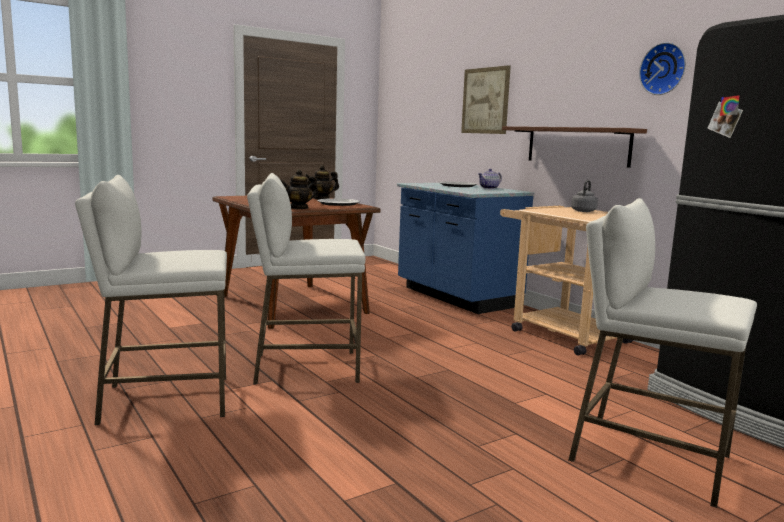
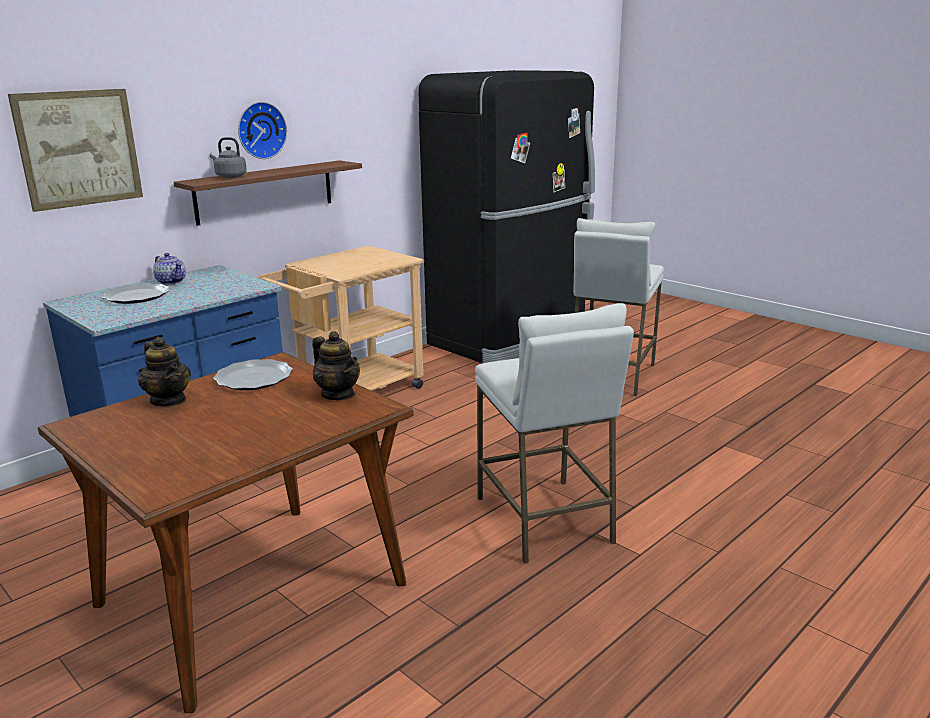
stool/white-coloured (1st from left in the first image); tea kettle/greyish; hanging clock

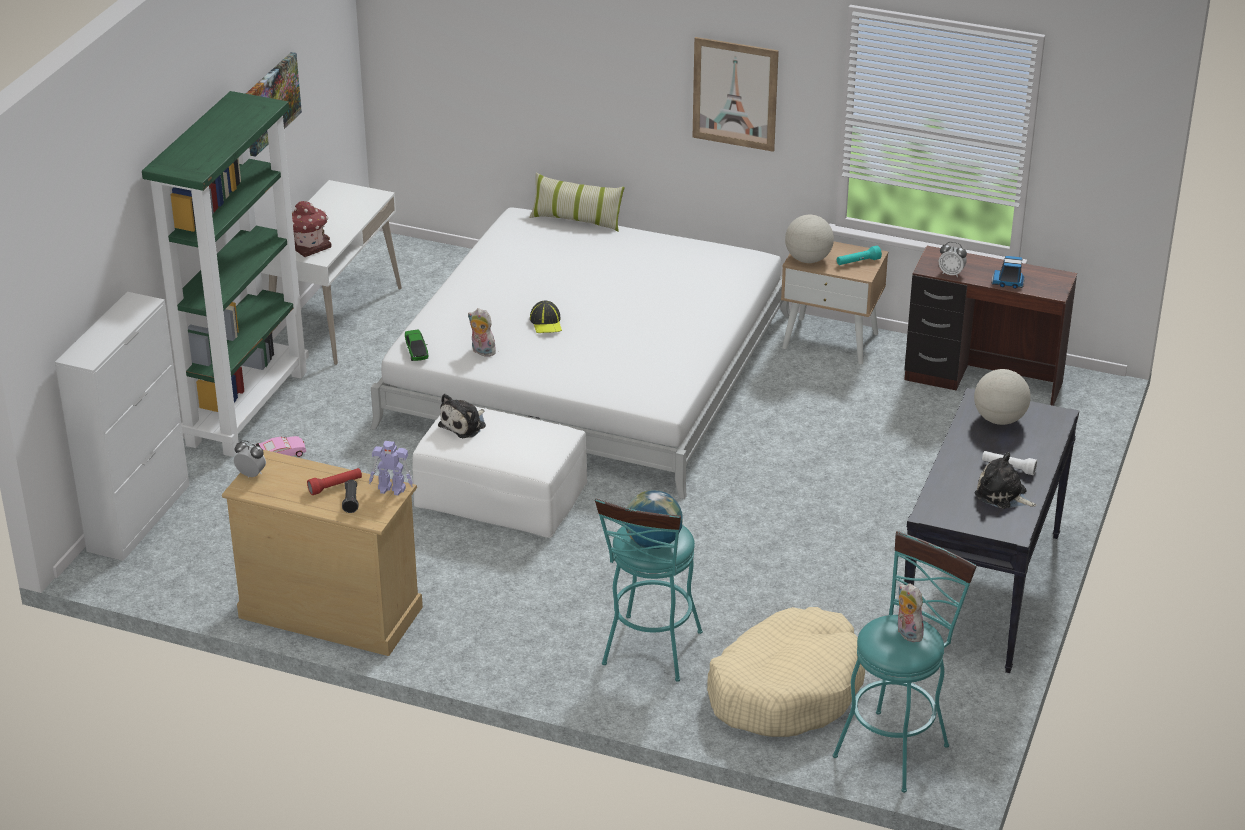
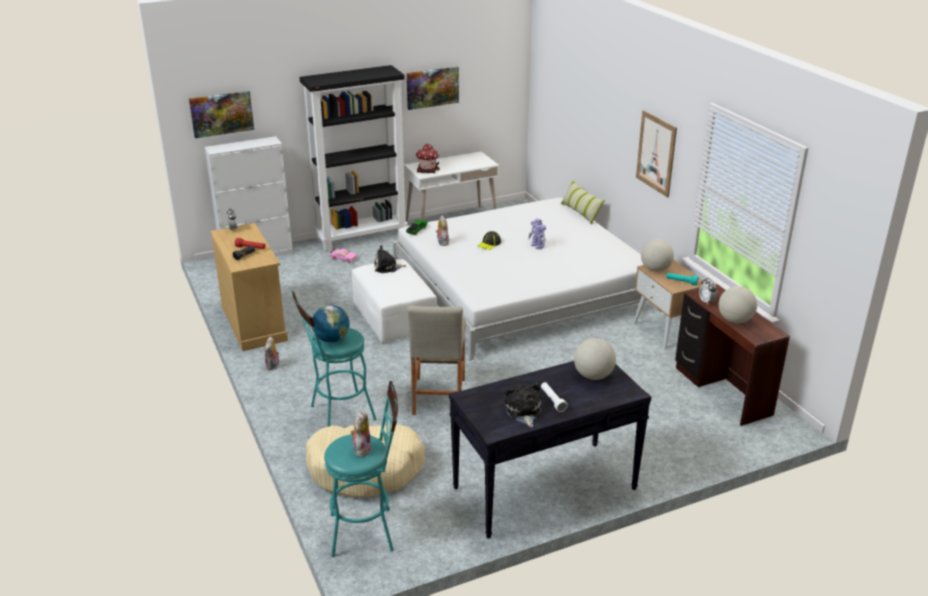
wall art (1st from left); soft toy (1st from left); stool/beige; toy robot; desk globe (4th from left); shelving unit/blackish

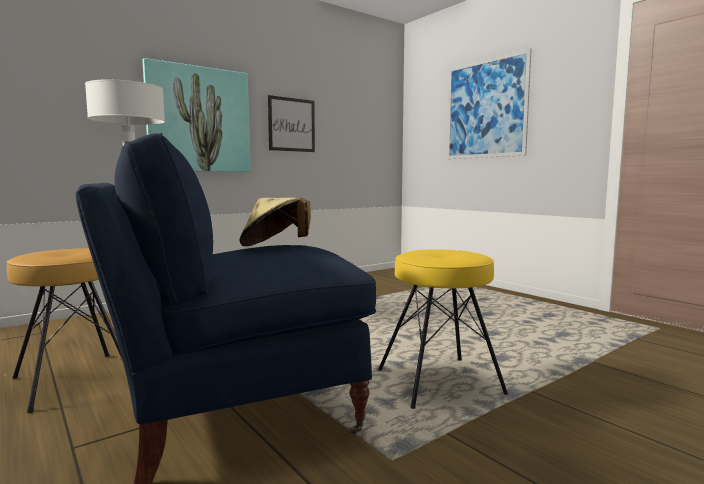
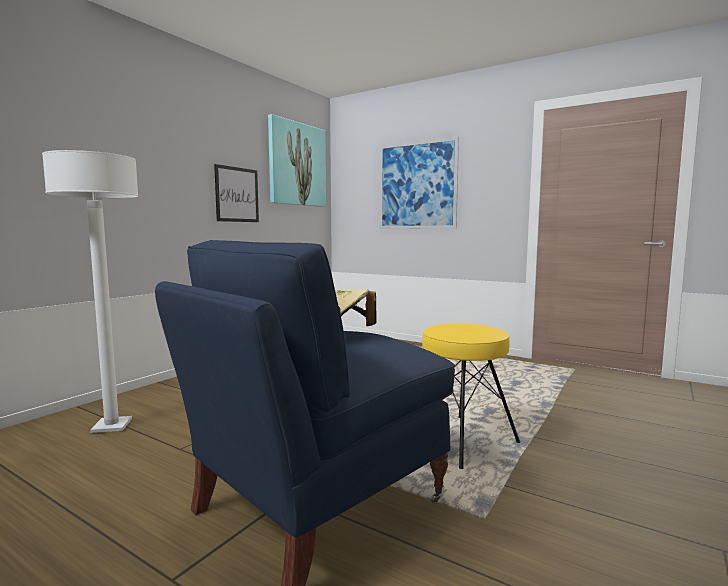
stool/brownish; wall art (2nd from left)

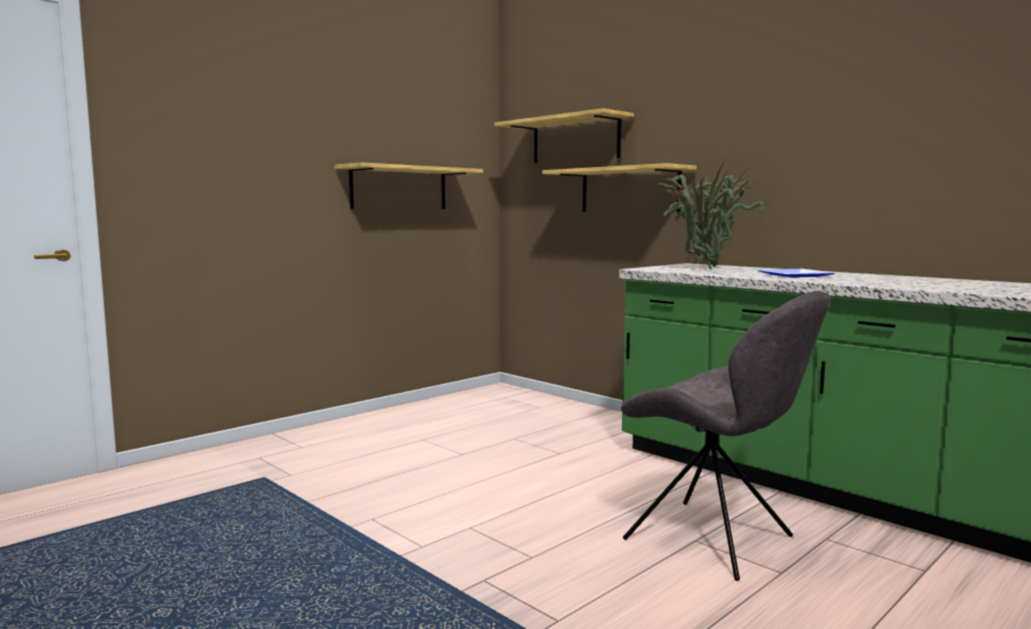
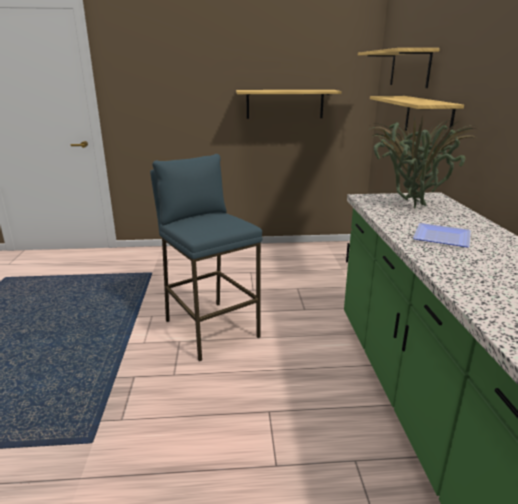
upright chair/greyish; stool/bluish

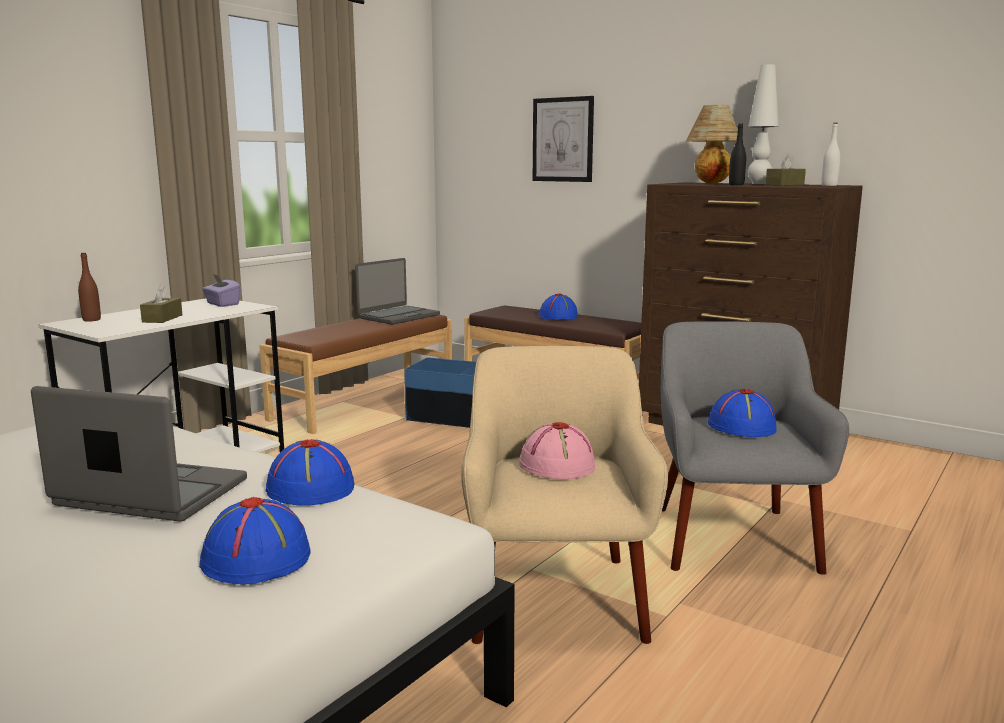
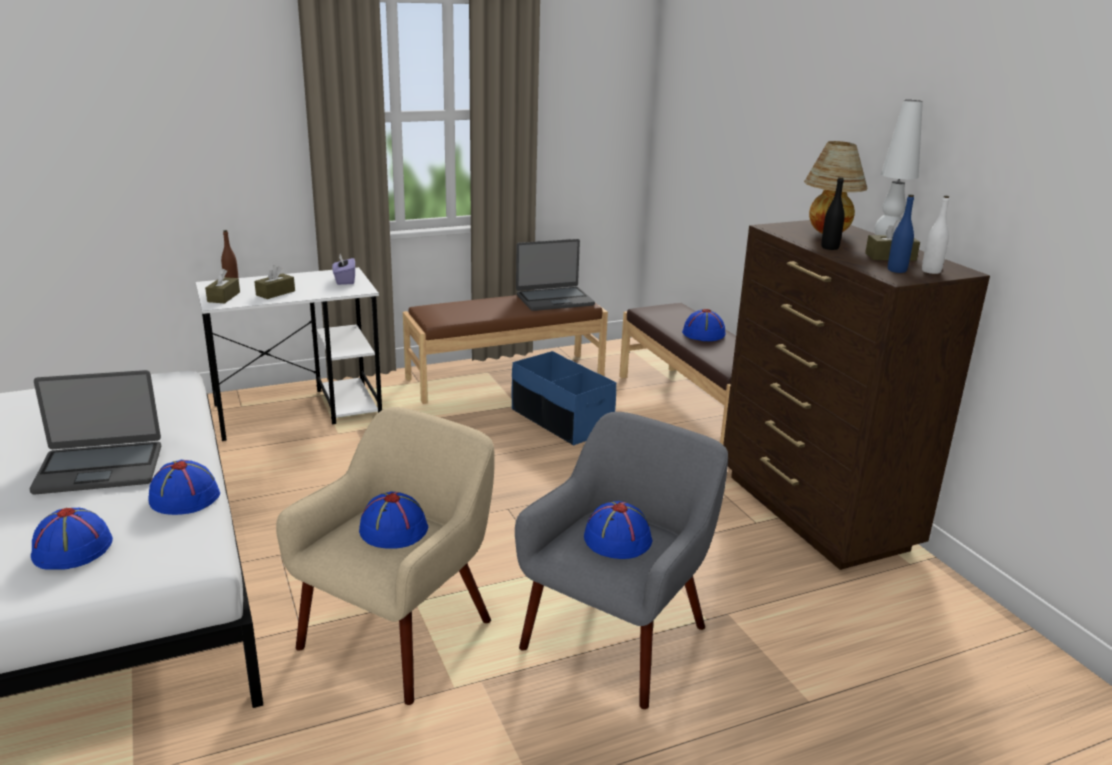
wall art; tissue box/brownish (1st from left); beverage bottle/bluish; clothing hat/bluish (3rd from left); portable computer (1st from left)

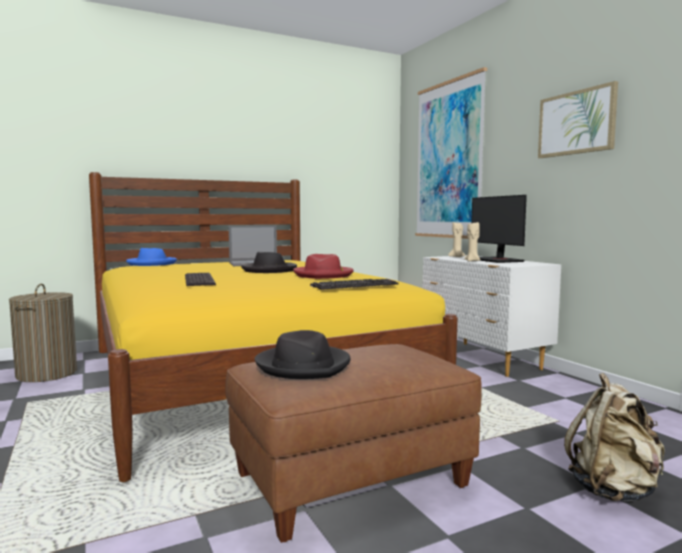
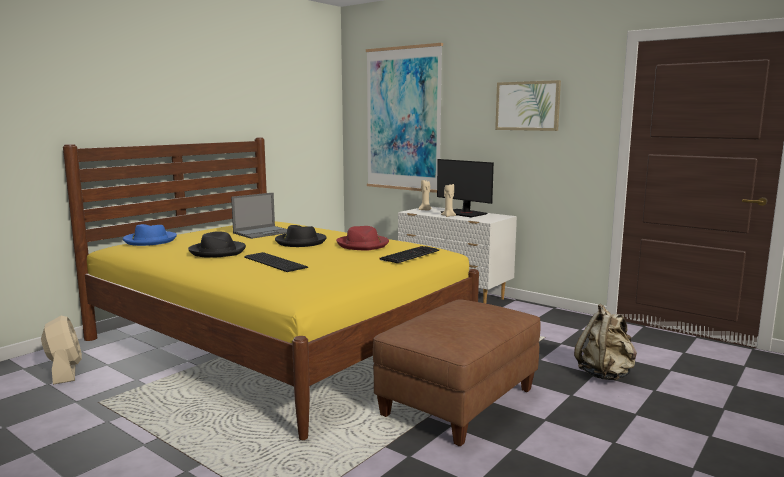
clothing hat/blackish (1st from left); electric fan/beige

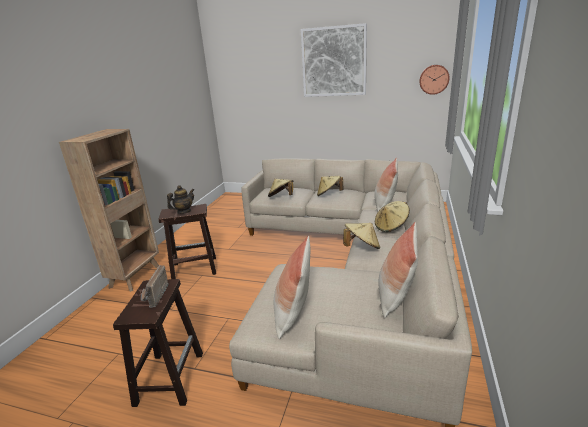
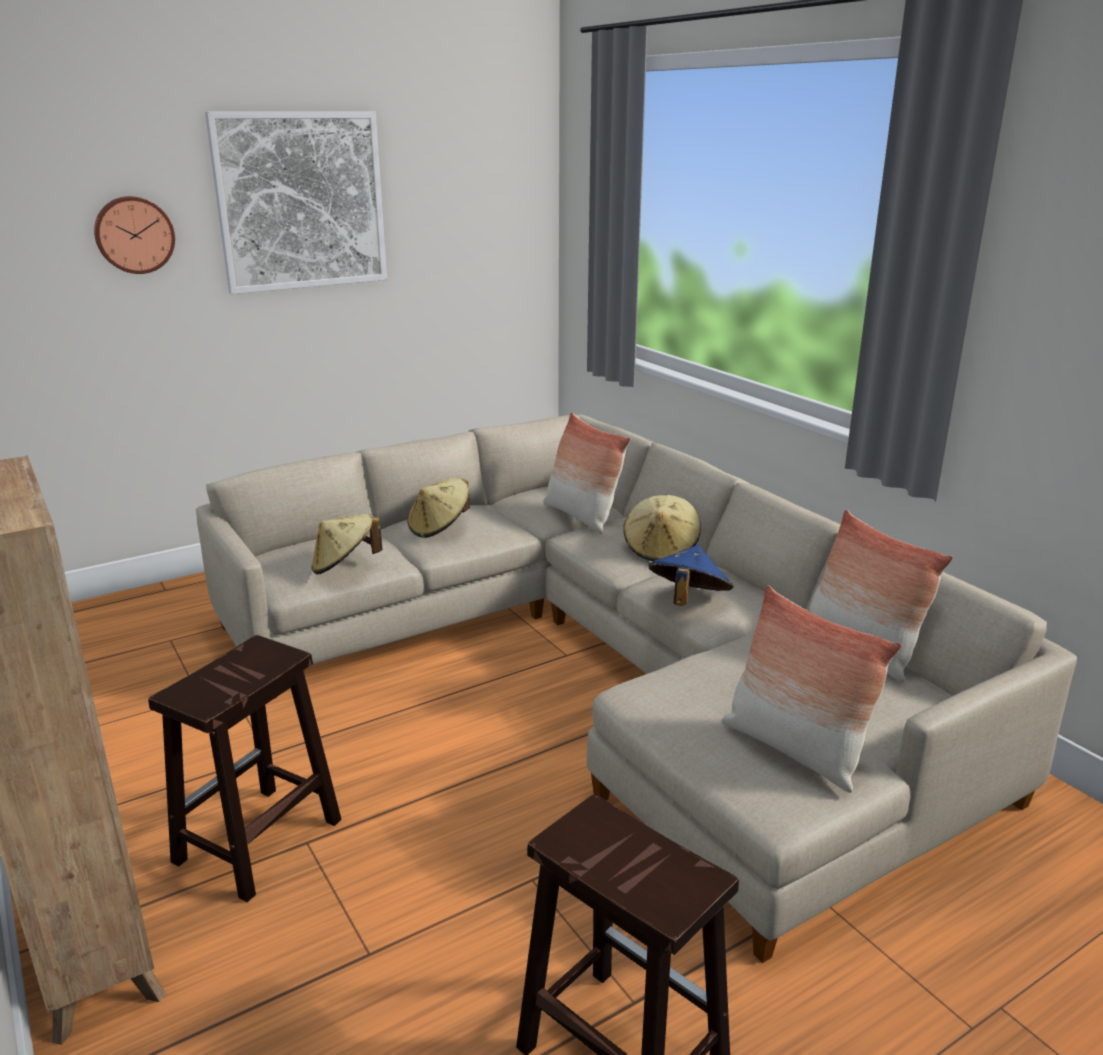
radio receiver; tea pot; hanging clock; clothing hat/bluish

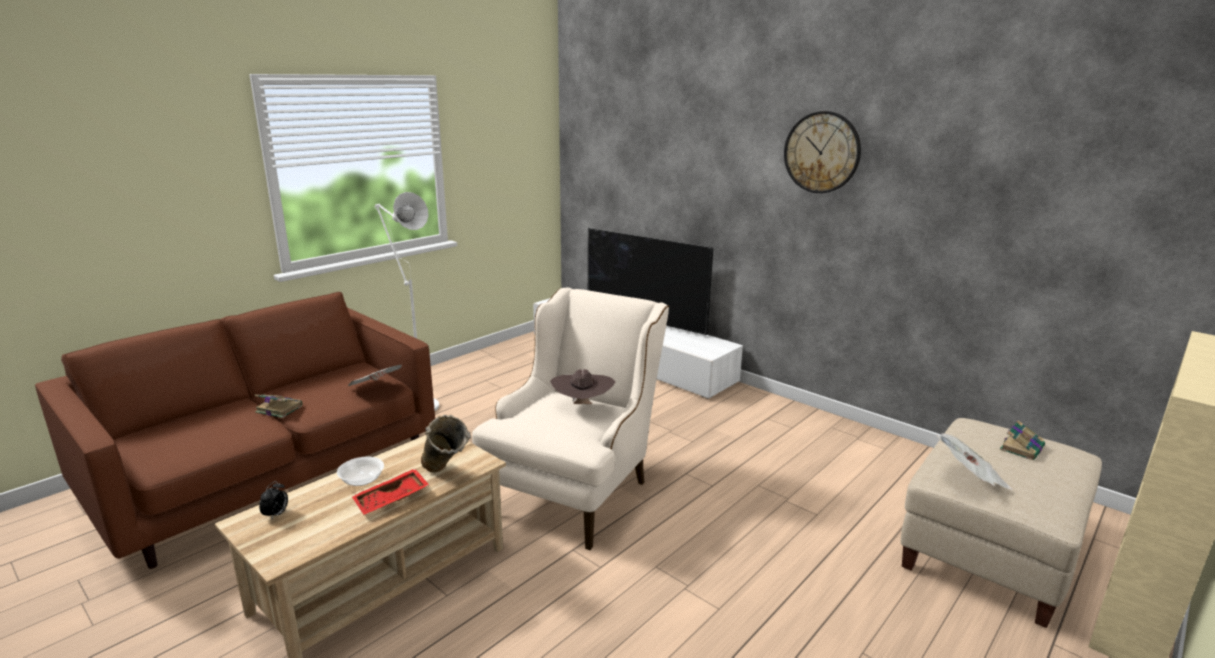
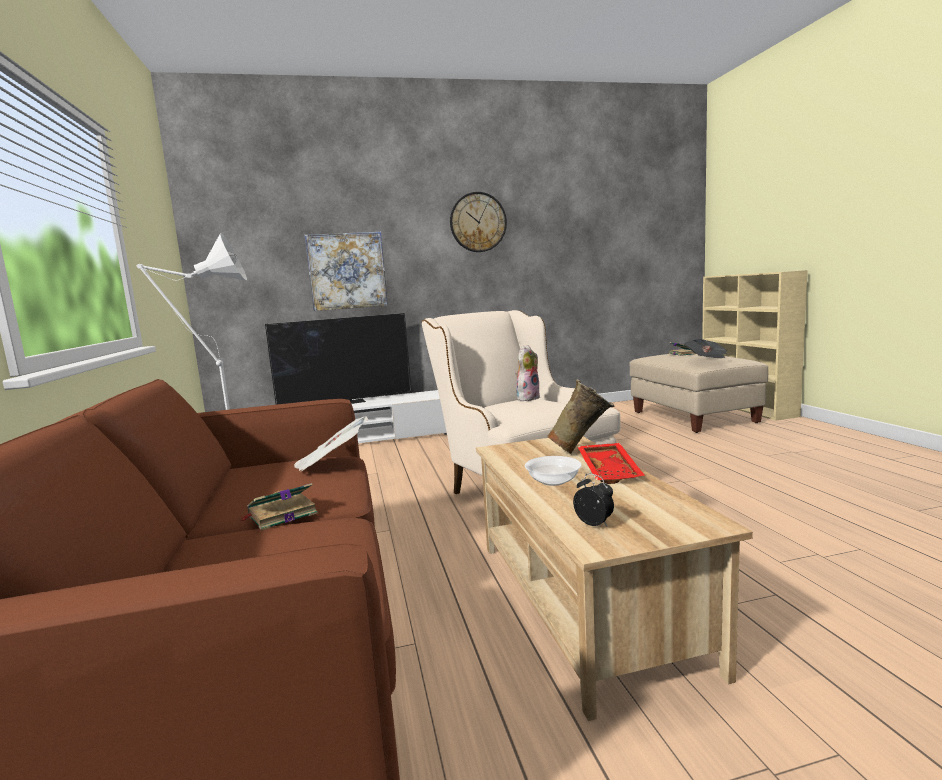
wall art; soft toy

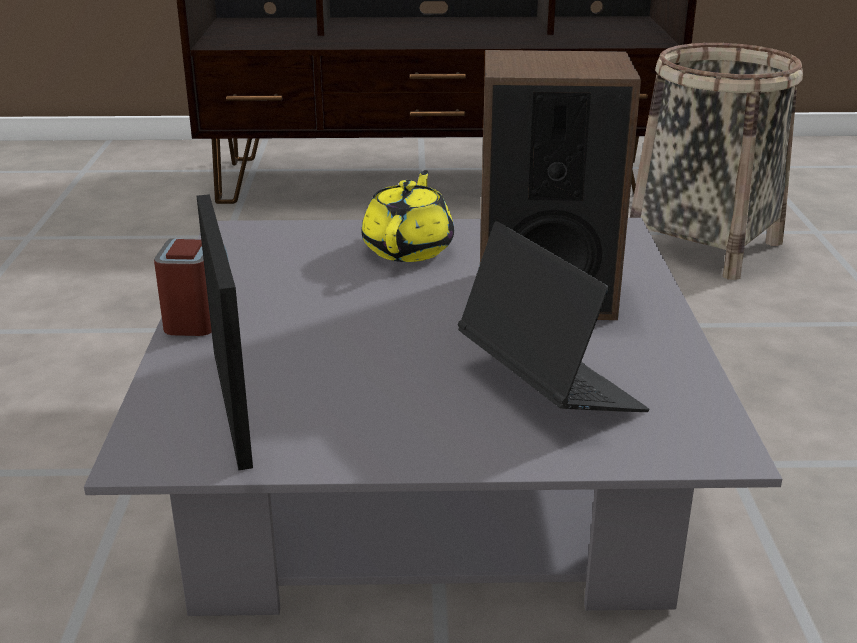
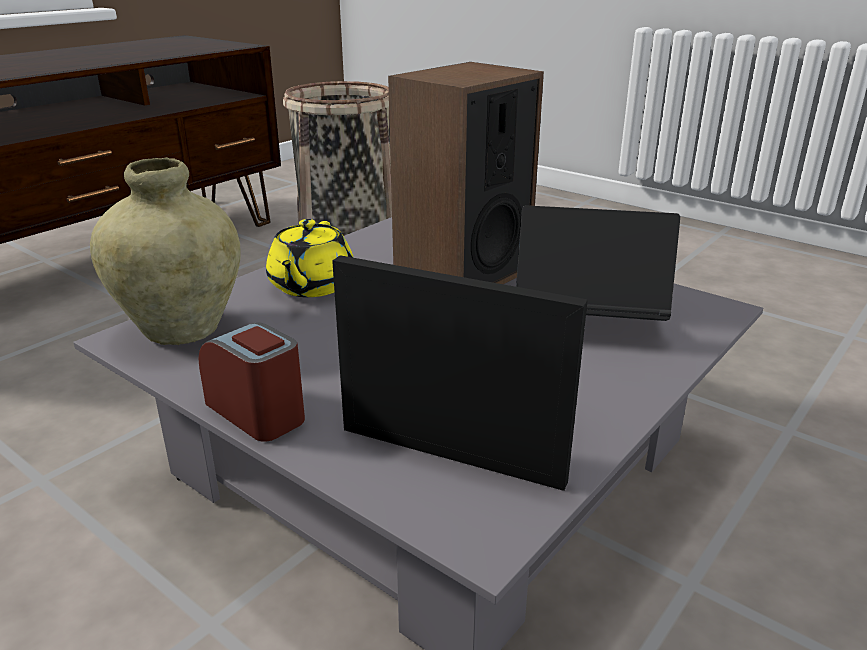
flower vase/beige; tea pot/yellowish

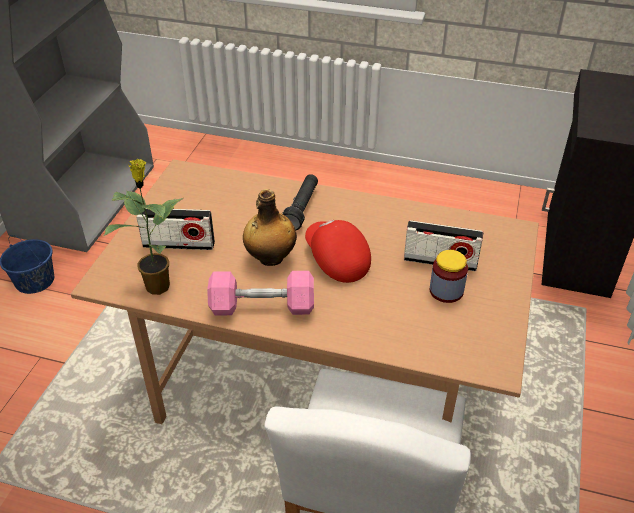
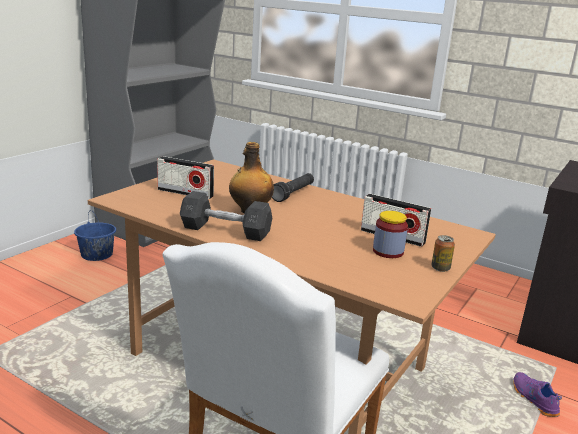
plant in a pot; baseball cap/reddish; can; item of footwear/purplish; dumbbell/greyish

